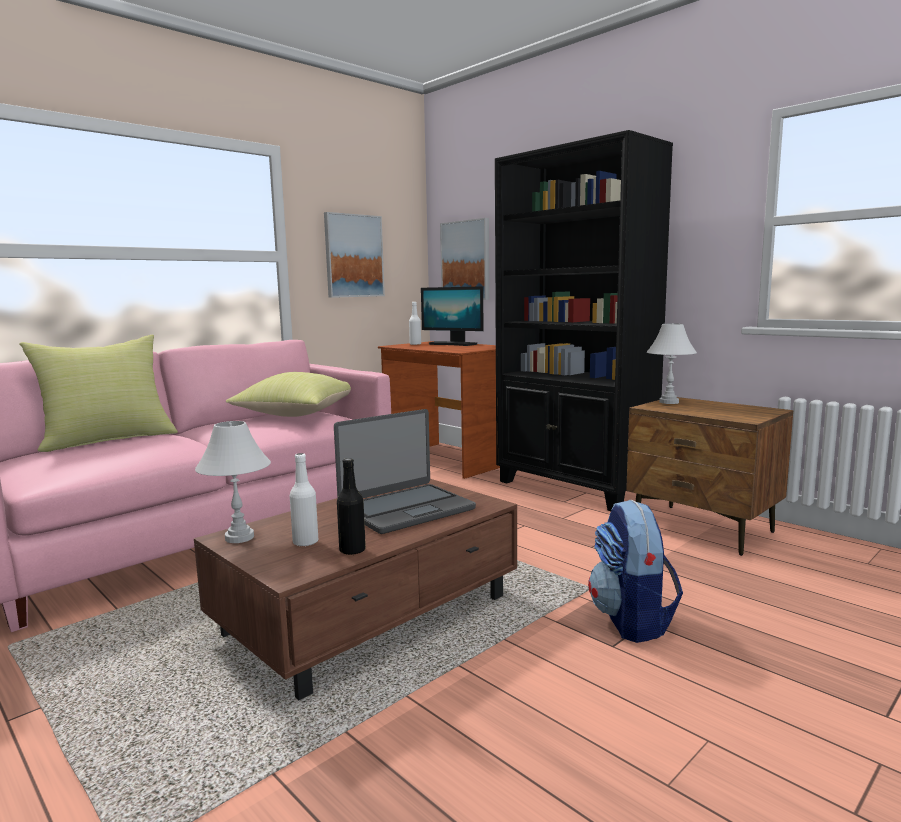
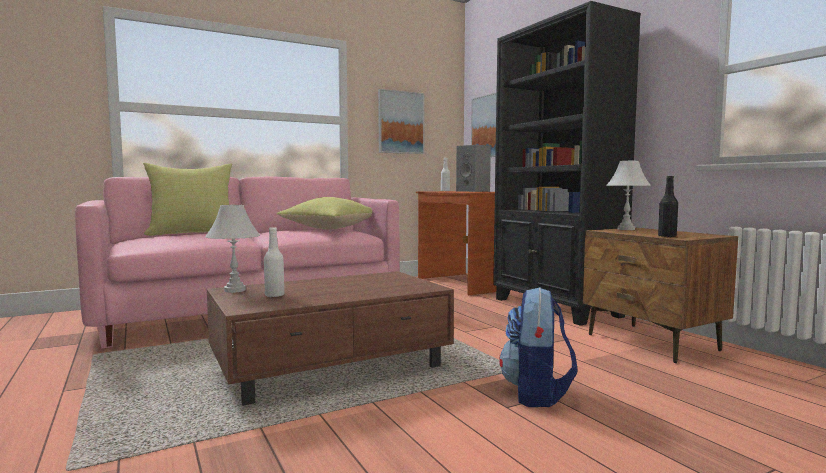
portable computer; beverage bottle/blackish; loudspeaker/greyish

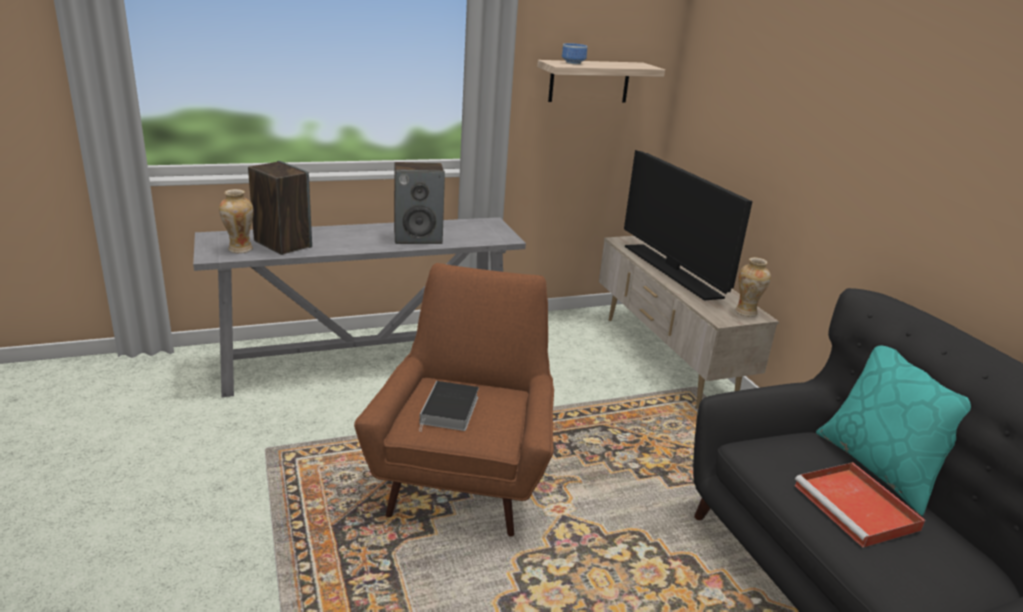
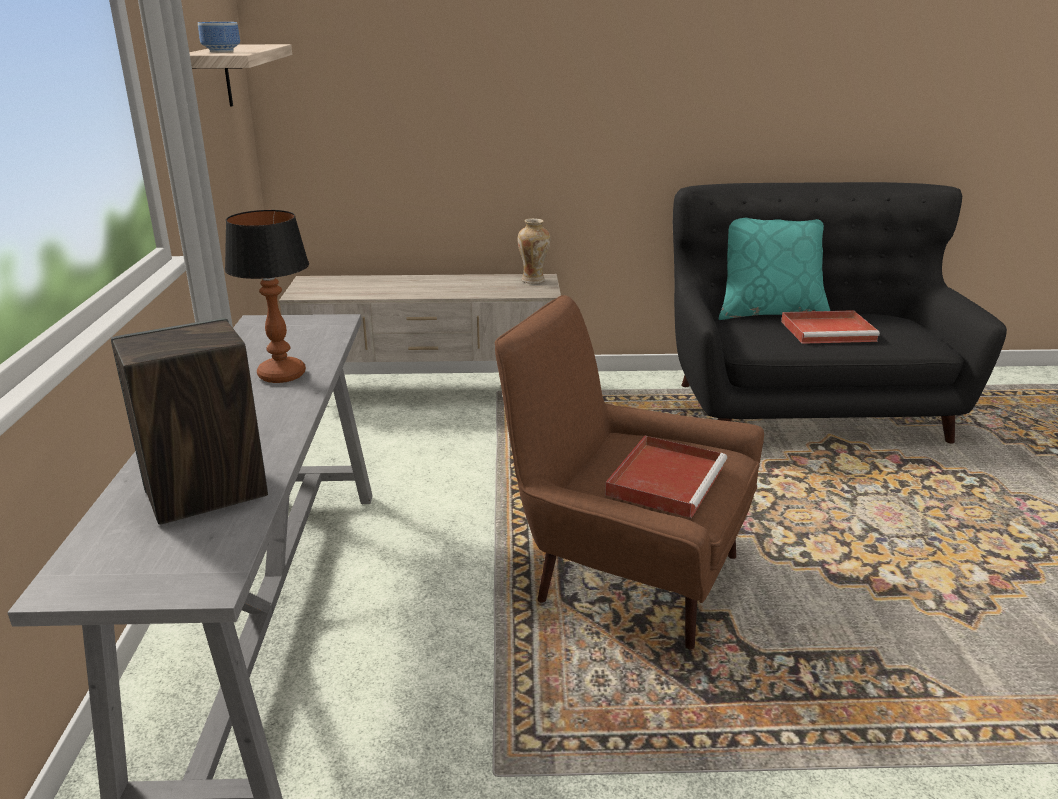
flower vase (1st from left in the first image); TV; tabletop lamp; serving tray/reddish (1st from left)

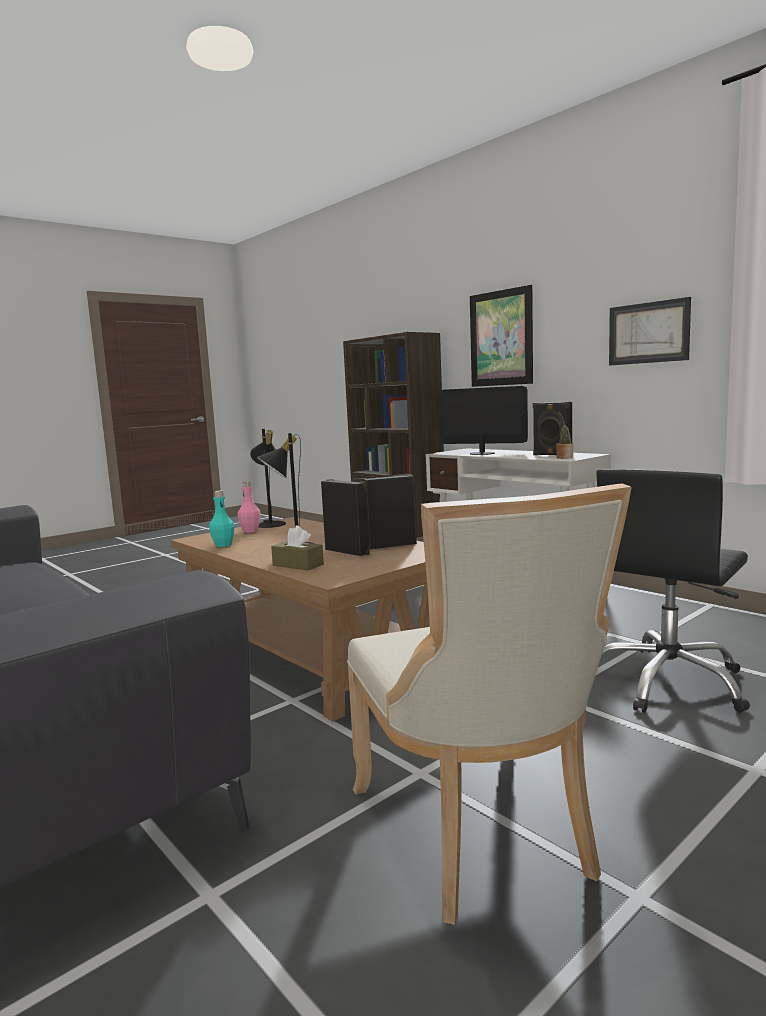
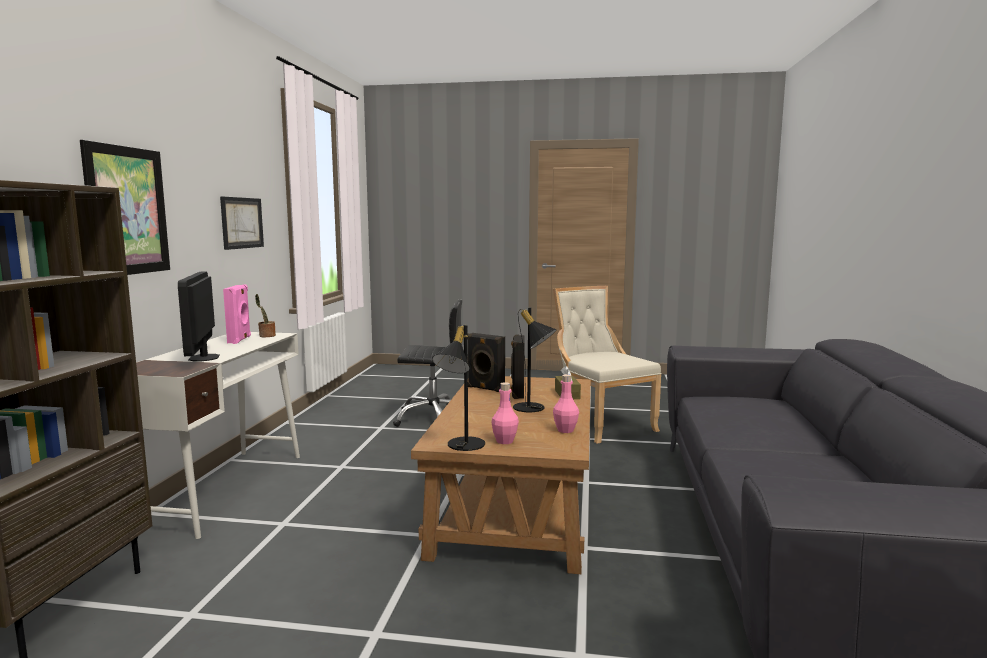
beverage bottle/pink (2nd from left); loudspeaker/pink; upright chair/beige

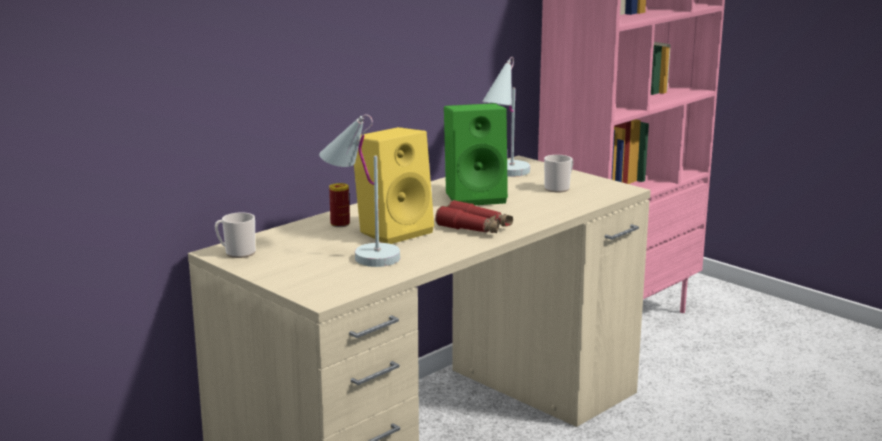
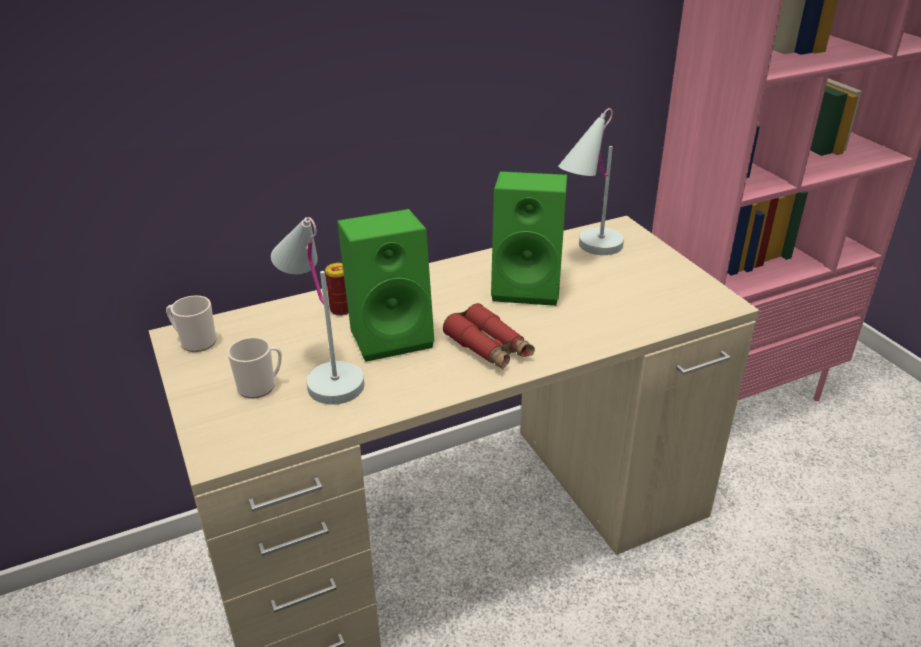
mug (2nd from left); loudspeaker/greenish (1st from left)

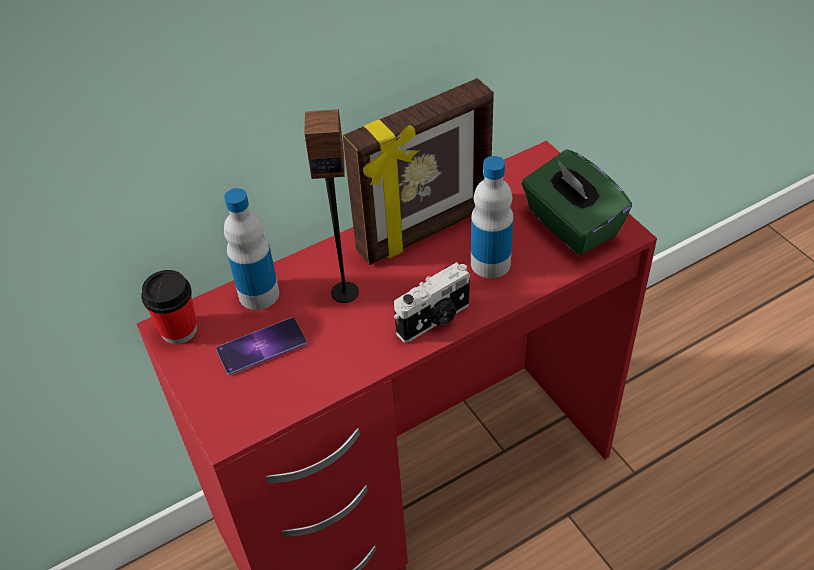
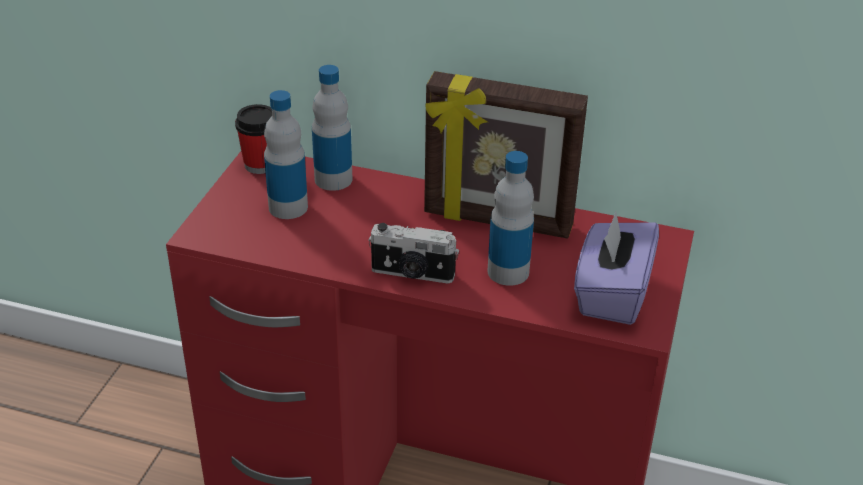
loudspeaker; beverage bottle (1st from left); tissue box/purplish

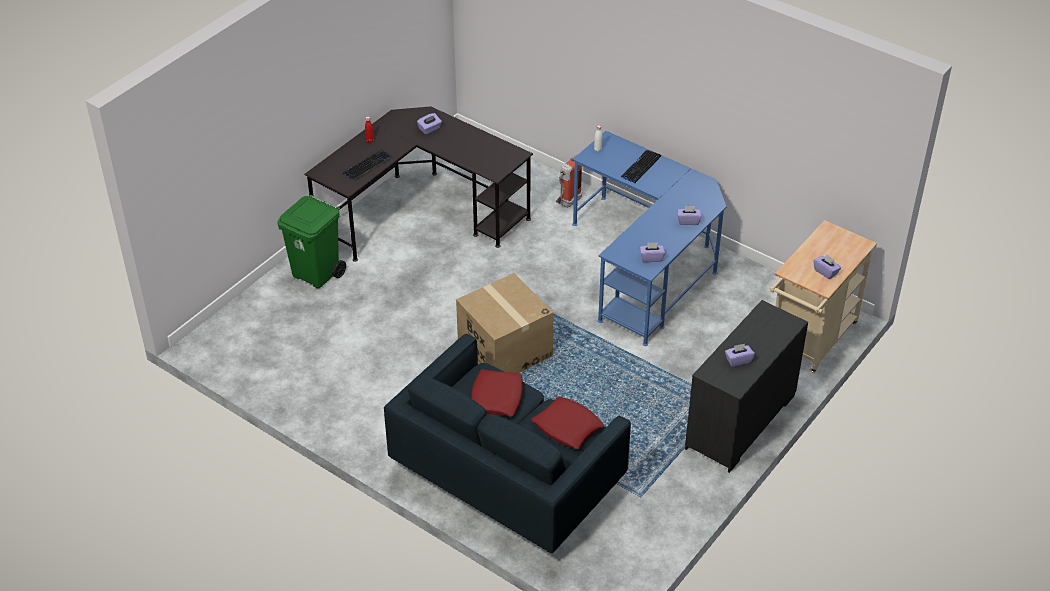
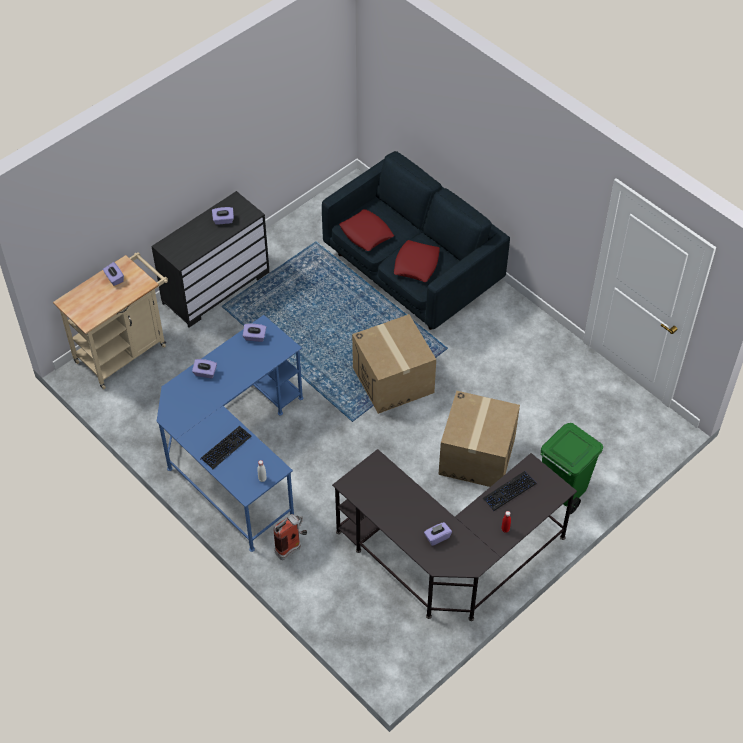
cardboard box (2nd from left)

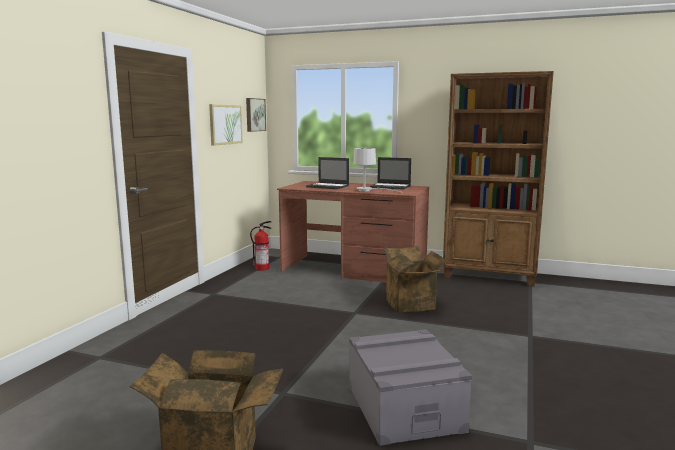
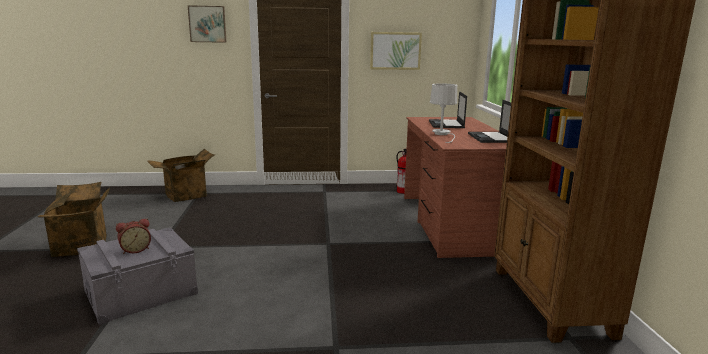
table clock; wall art (1st from left); cardboard box (2nd from left)

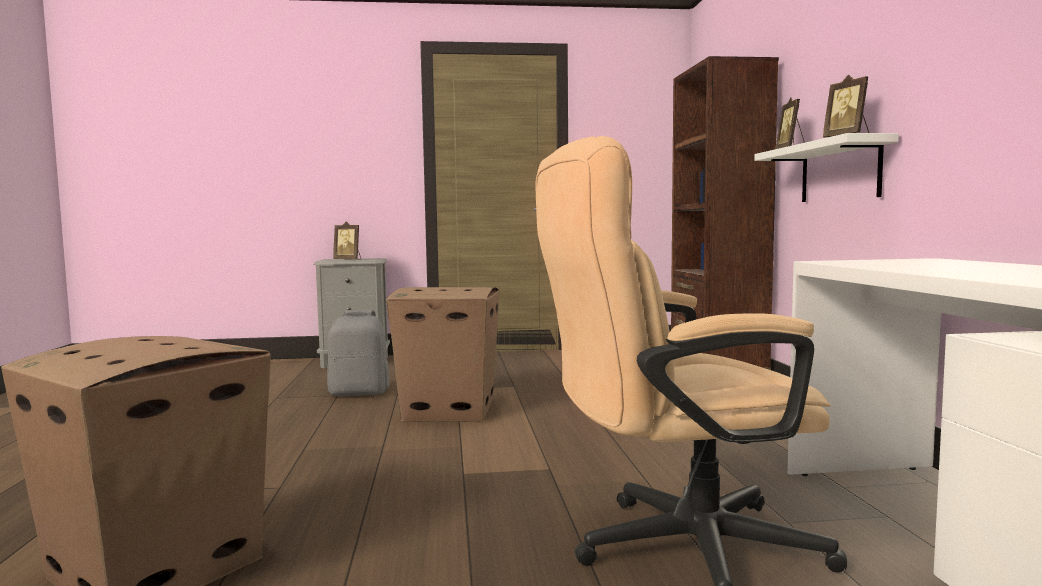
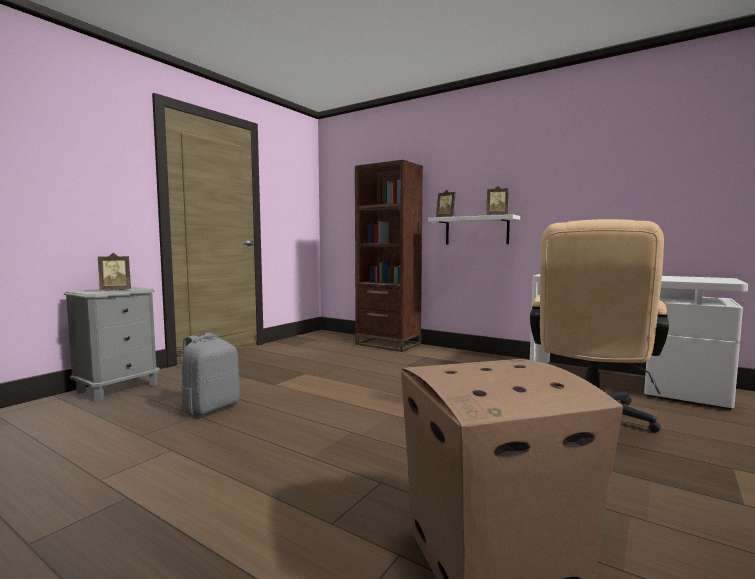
cardboard box (2nd from left in the first image)

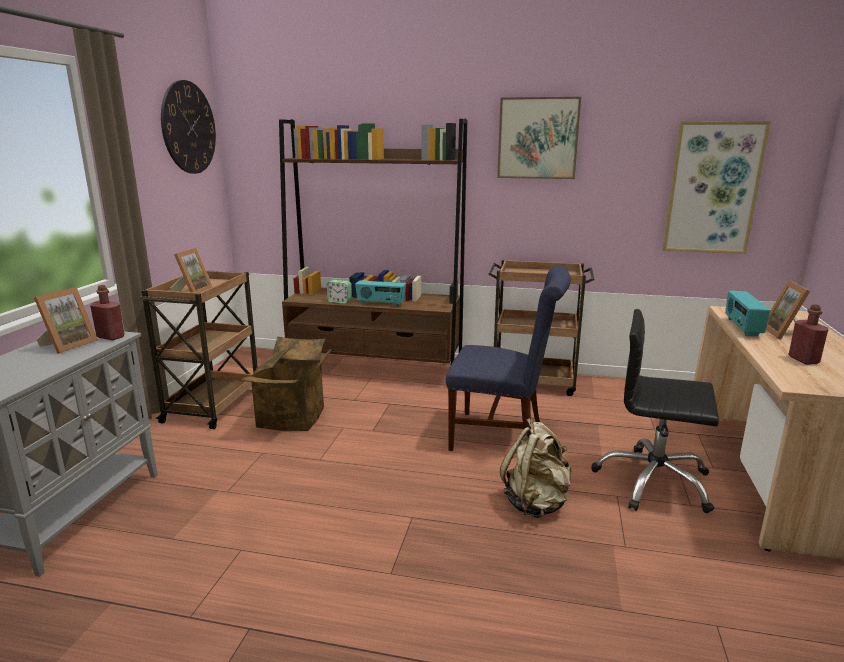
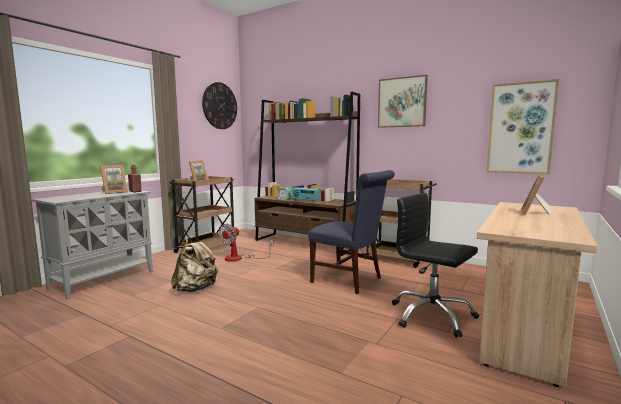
radio receiver (2nd from left in the first image); beverage bottle/reddish (2nd from left in the first image); backpack/beige; electric fan

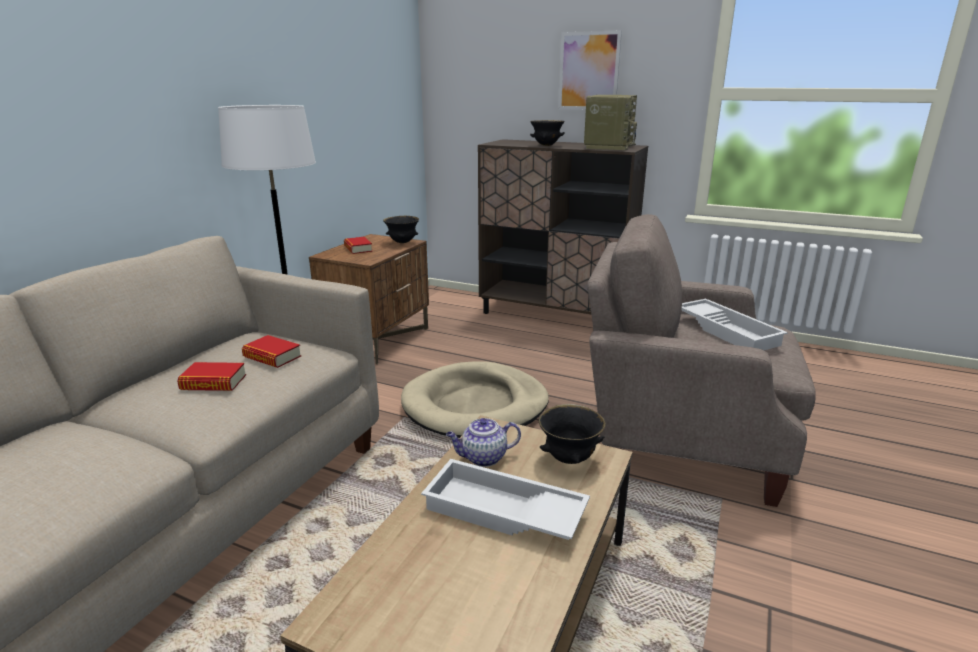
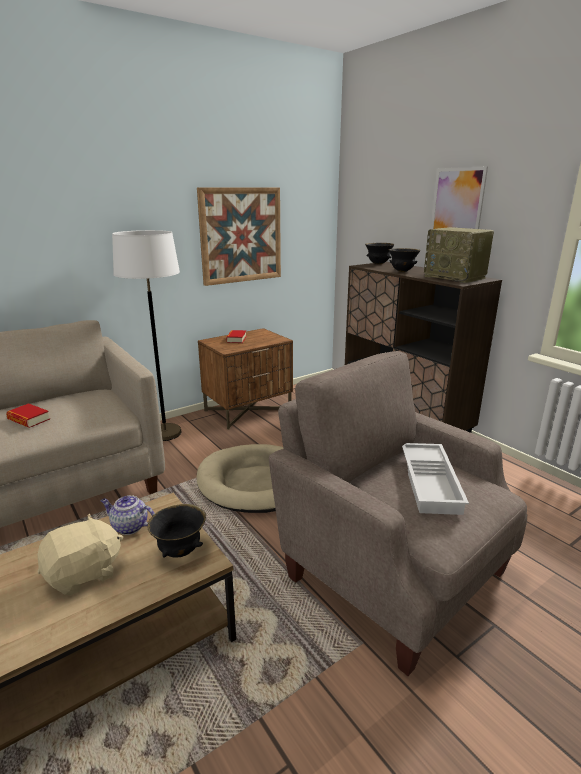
bound book (2nd from left in the first image); wall art (1st from left); bowl/blackish (2nd from left); soft toy/beige; radio receiver

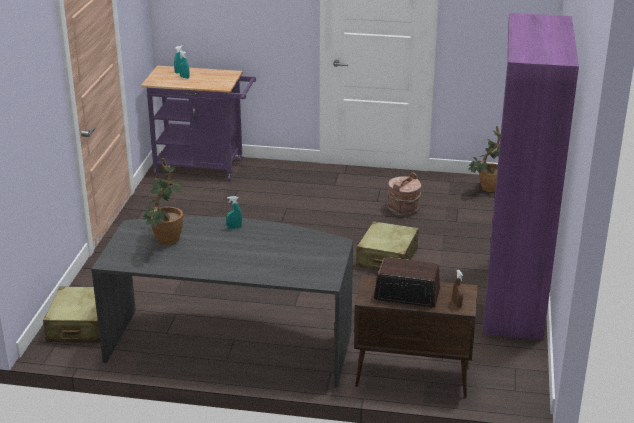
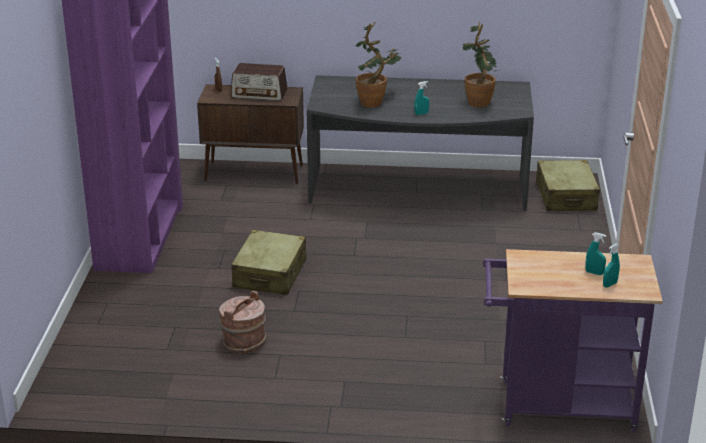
plant in a pot (1st from left)

